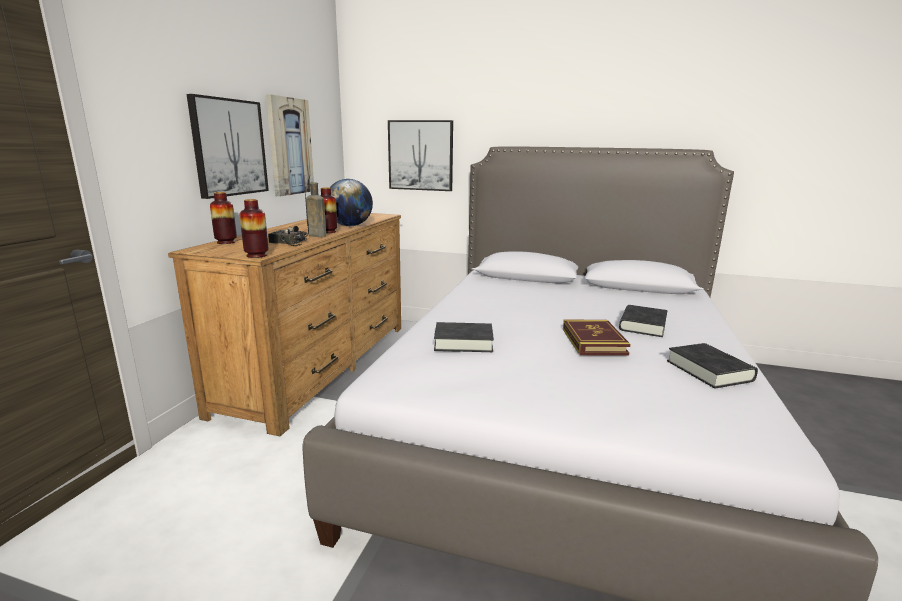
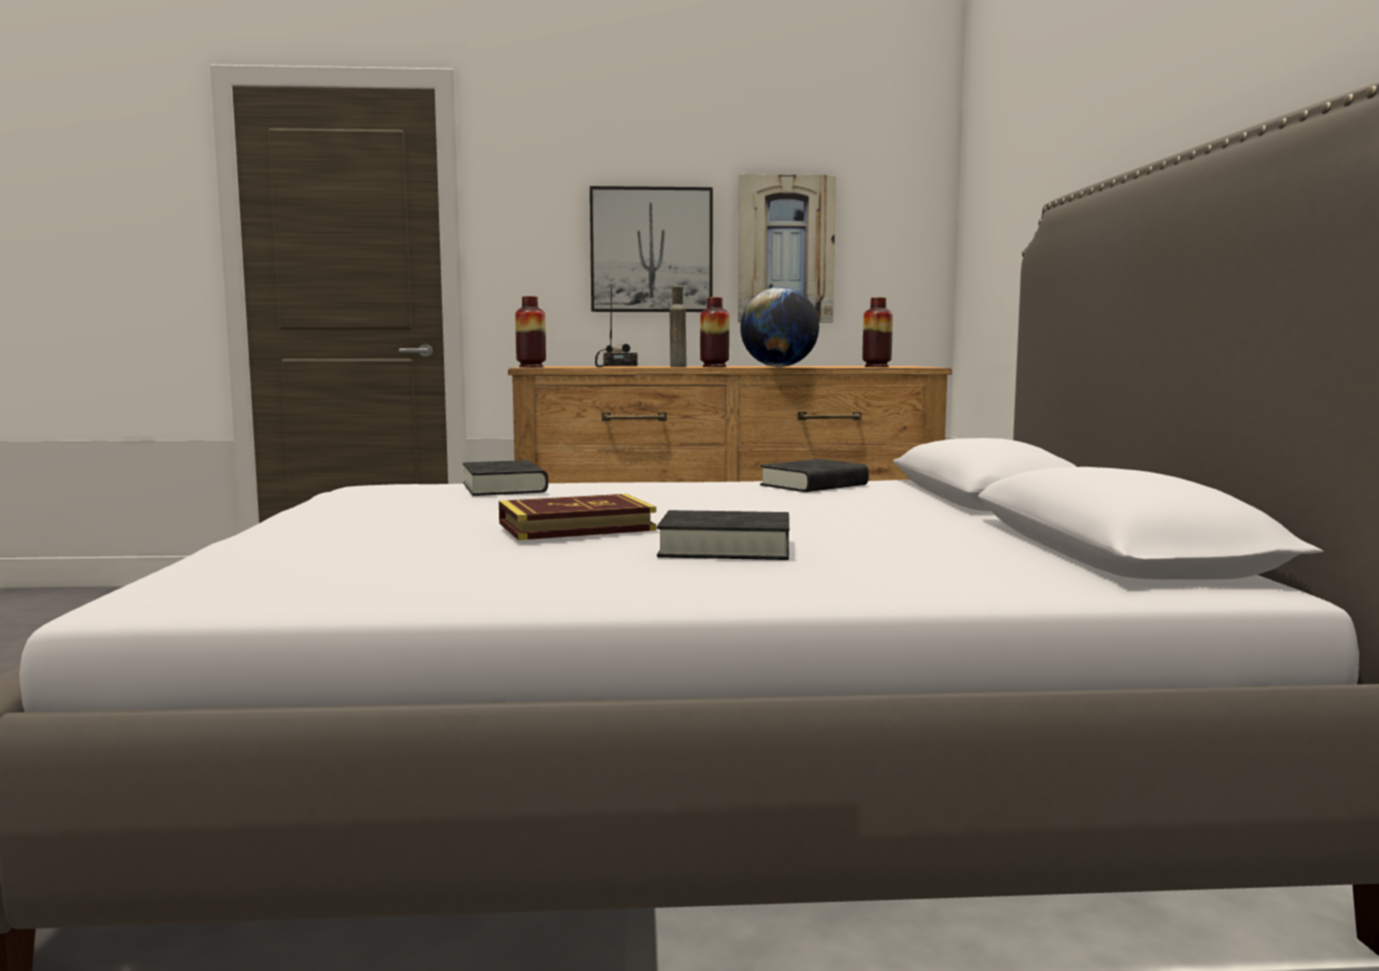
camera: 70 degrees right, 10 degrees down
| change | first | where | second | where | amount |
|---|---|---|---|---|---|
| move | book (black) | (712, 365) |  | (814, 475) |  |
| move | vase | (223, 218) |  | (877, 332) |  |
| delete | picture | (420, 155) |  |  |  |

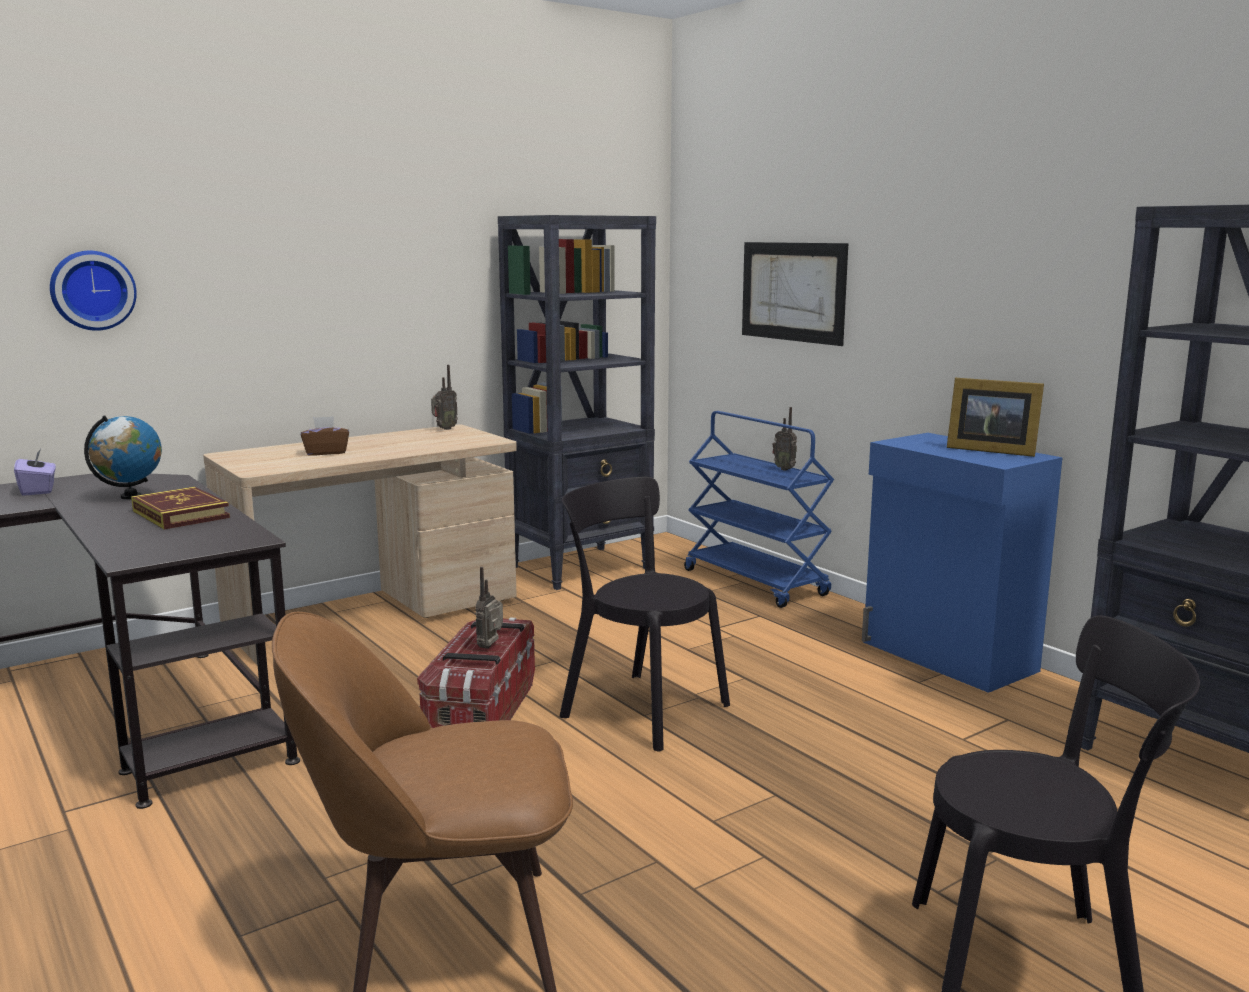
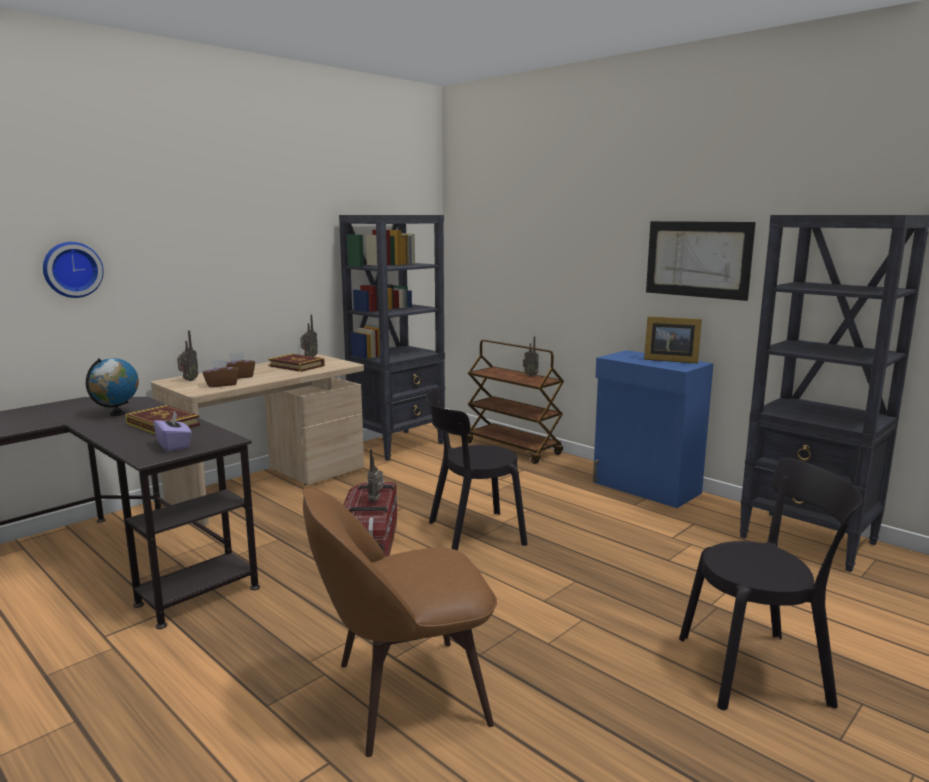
camera: 10 degrees left, 0 degrees up
| change | first | where | second | where | amount |
|---|---|---|---|---|---|
| move | tissue box (purple) | (35, 472) |  | (172, 432) |  |
| insert |  |  | radio | (188, 355) |  |
| insert |  |  | tissue box (brown) | (220, 373) |  |
| insert |  |  | book | (296, 363) |  |
| rotate | chair (black) | (644, 614) |  | (477, 469) | 45 degrees counterclockwise |
| recolor | cart (blue) | (759, 509) | cart (brown) | (515, 402) |  |
| move | picture | (795, 294) |  | (701, 261) |  |

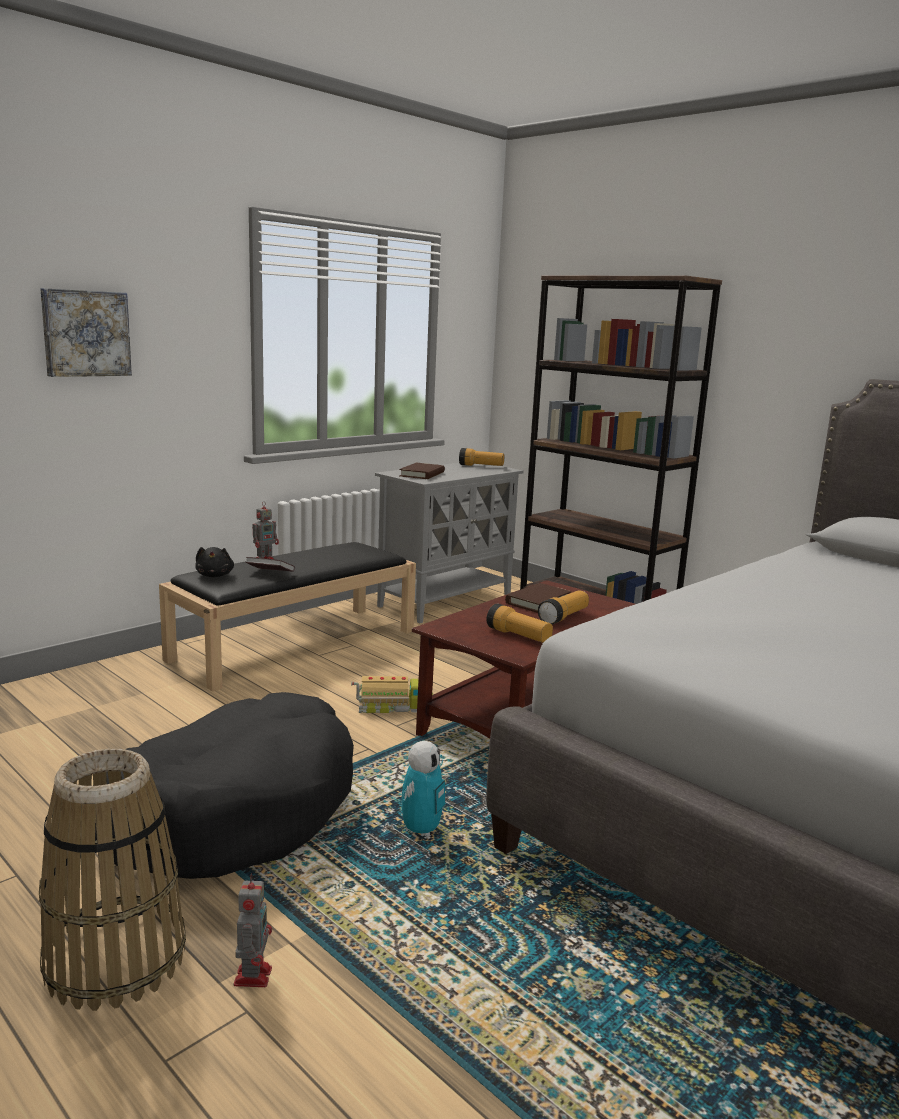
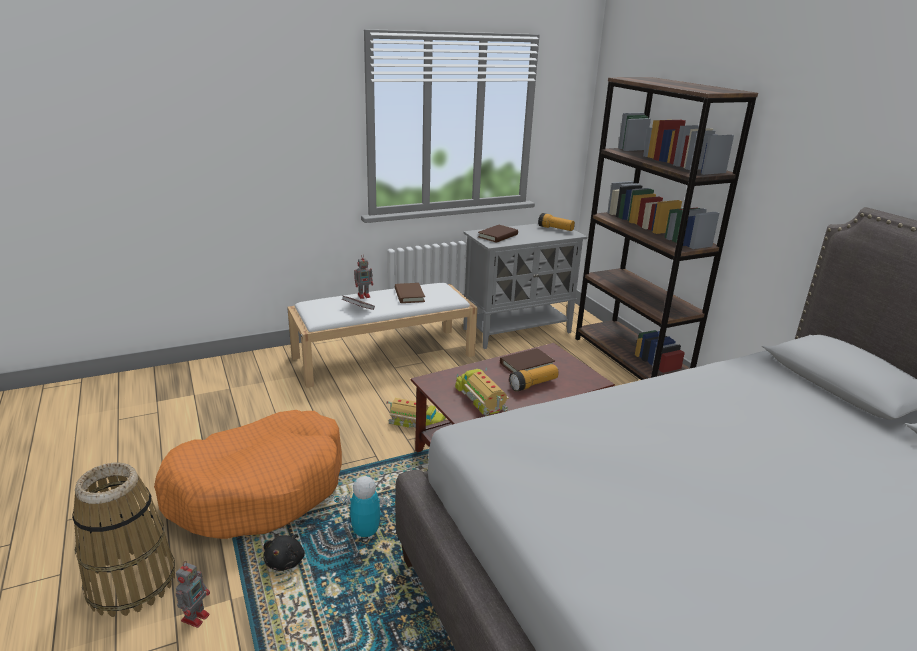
camera: 20 degrees right, 10 degrees up
| change | first | where | second | where | amount |
|---|---|---|---|---|---|
| recolor | dog bed (black) | (224, 785) | dog bed (orange) | (248, 474) |  |
| move | plush toy (black) | (214, 562) |  | (284, 552) |  |
| recolor | bench (black) | (287, 616) | bench (white) | (382, 335) |  |
| rotate | toy robot | (423, 789) |  | (364, 507) | 135 degrees counterclockwise |
| insert |  |  | book (brown) | (410, 293) |  |
| replace | flashlight | (520, 623) | toy truck | (482, 392) |  |
| delete | picture | (86, 332) |  |  |  |

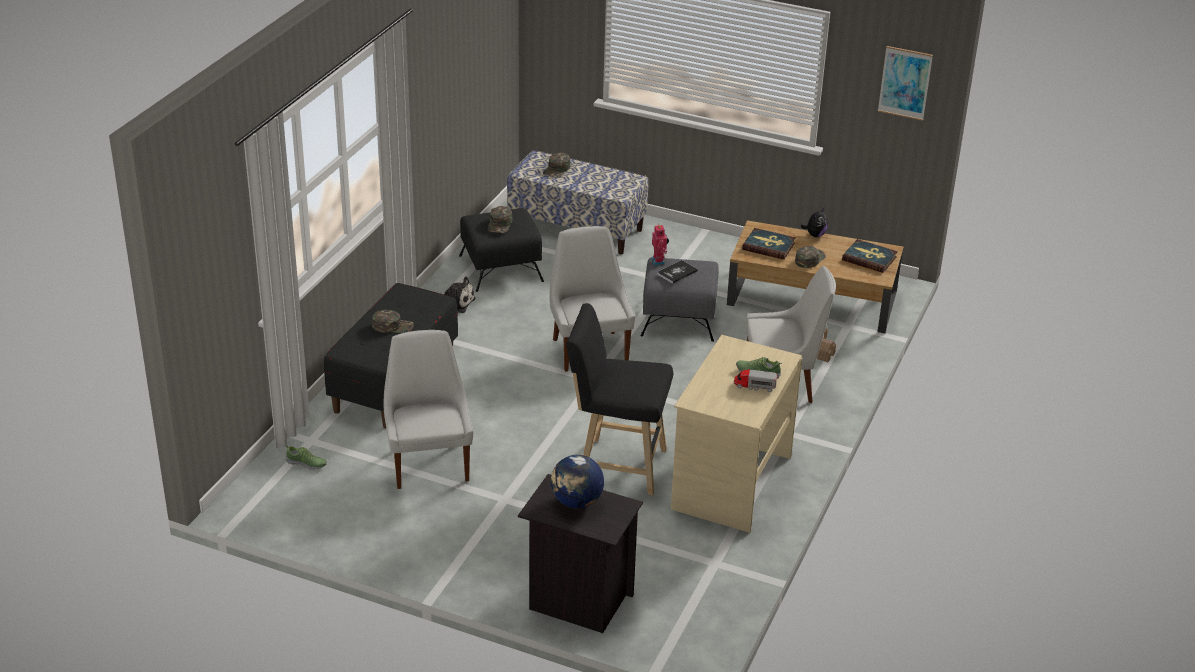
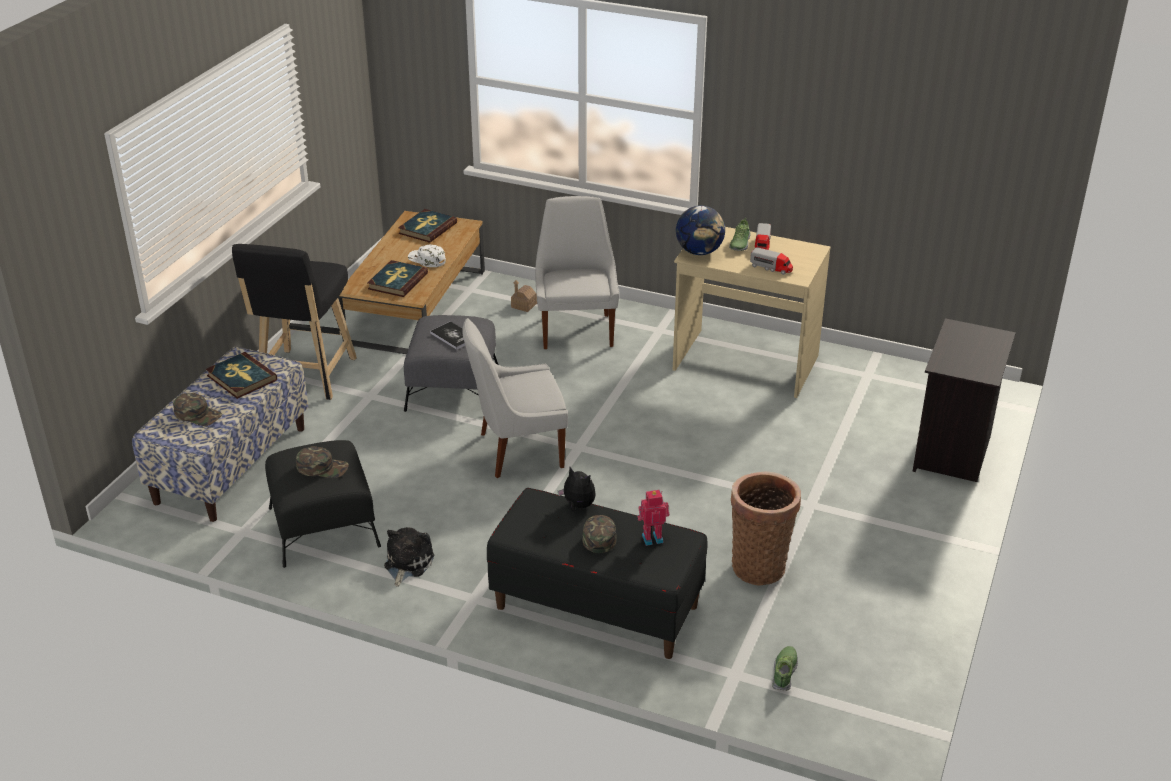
camera: 90 degrees left, 0 degrees up
| change | first | where | second | where | amount |
|---|---|---|---|---|---|
| insert |  |  | book | (241, 375) |  |
| move | stool (black) | (620, 399) |  | (294, 322) |  |
| recolor | cap (green) | (810, 257) | cap (white) | (427, 256) |  |
| move | plush toy | (814, 222) |  | (577, 489) |  |
| move | toy robot | (660, 244) |  | (653, 518) |  |
| move | globe | (577, 481) |  | (700, 230) |  |
| replace | chair (white) | (429, 409) | basket | (766, 528) |  |
| insert |  |  | toy truck | (771, 261) |  |
| delete | picture | (905, 83) |  |  |  |

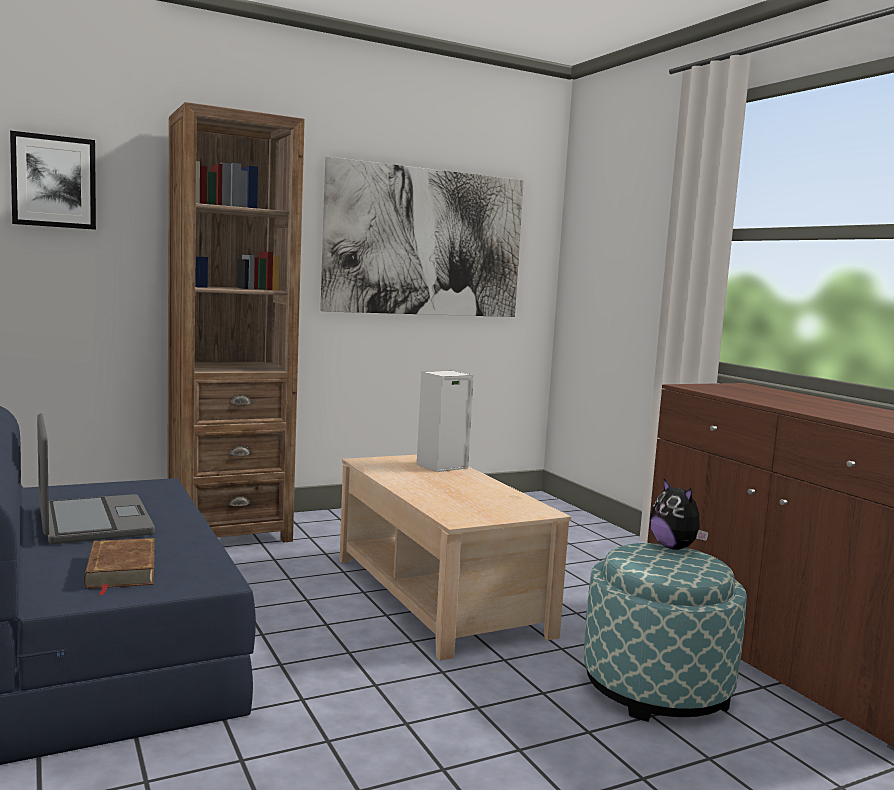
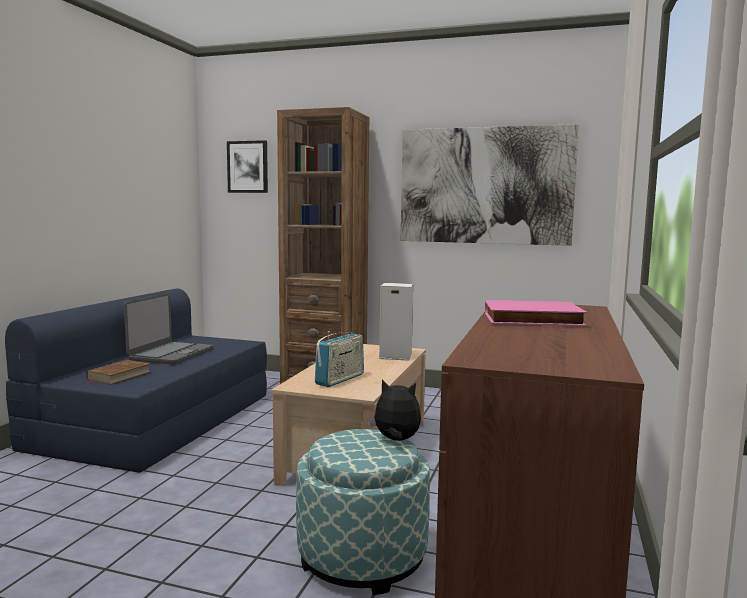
camera: 45 degrees right, 0 degrees up
| change | first | where | second | where | amount |
|---|---|---|---|---|---|
| insert |  |  | radio | (339, 359) |  |
| rotate | plush toy | (679, 514) |  | (394, 410) | 90 degrees clockwise |
| insert |  |  | book (pink) | (536, 313) |  |

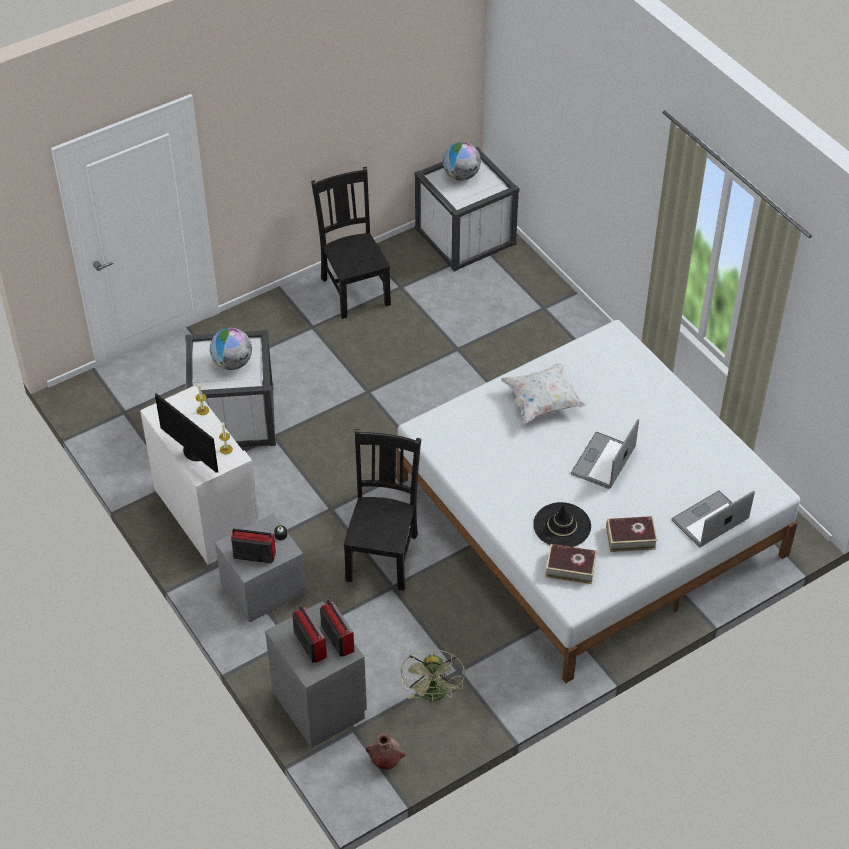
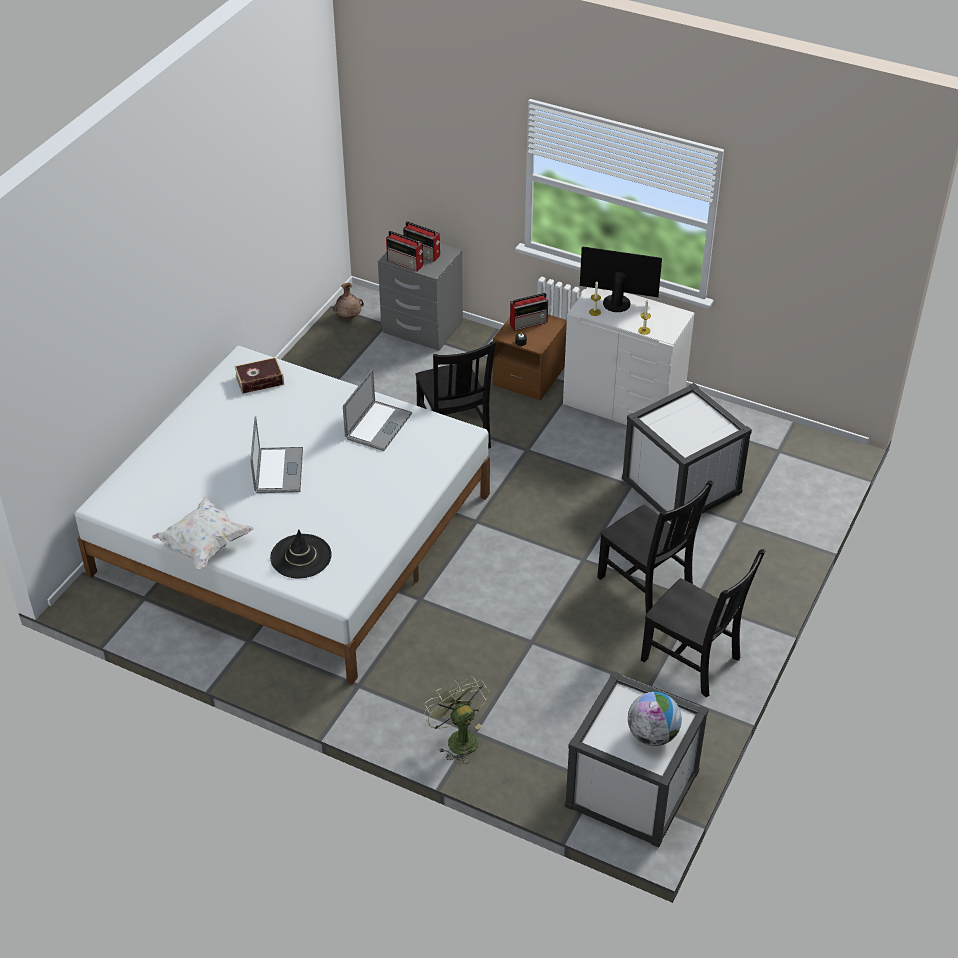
camera: 150 degrees right, 5 degrees down
| change | first | where | second | where | amount |
|---|---|---|---|---|---|
| move | pillow (white) | (543, 393) |  | (203, 533) |  |
| move | hat (black) | (562, 524) |  | (301, 553) |  |
| move | laptop | (713, 519) |  | (377, 410) |  |
| move | fan (green) | (433, 675) |  | (456, 720) |  |
| recolor | nightstand (grey) | (260, 568) | nightstand (brown) | (530, 357) |  |
| insert |  |  | chair (black) | (655, 547) |  |
| delete | globe | (231, 349) |  |  |  |
| delete | book | (631, 534) |  |  |  |

